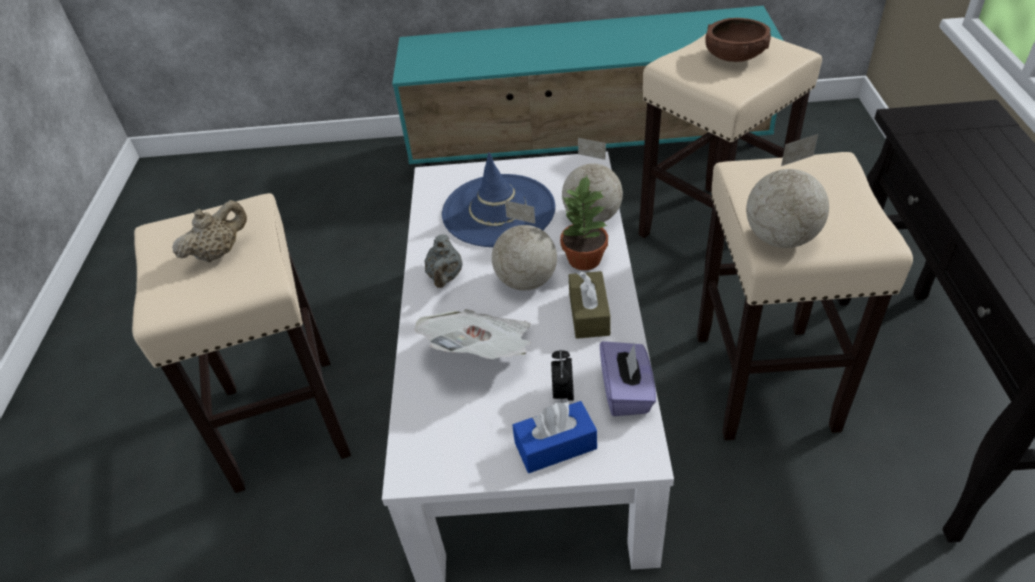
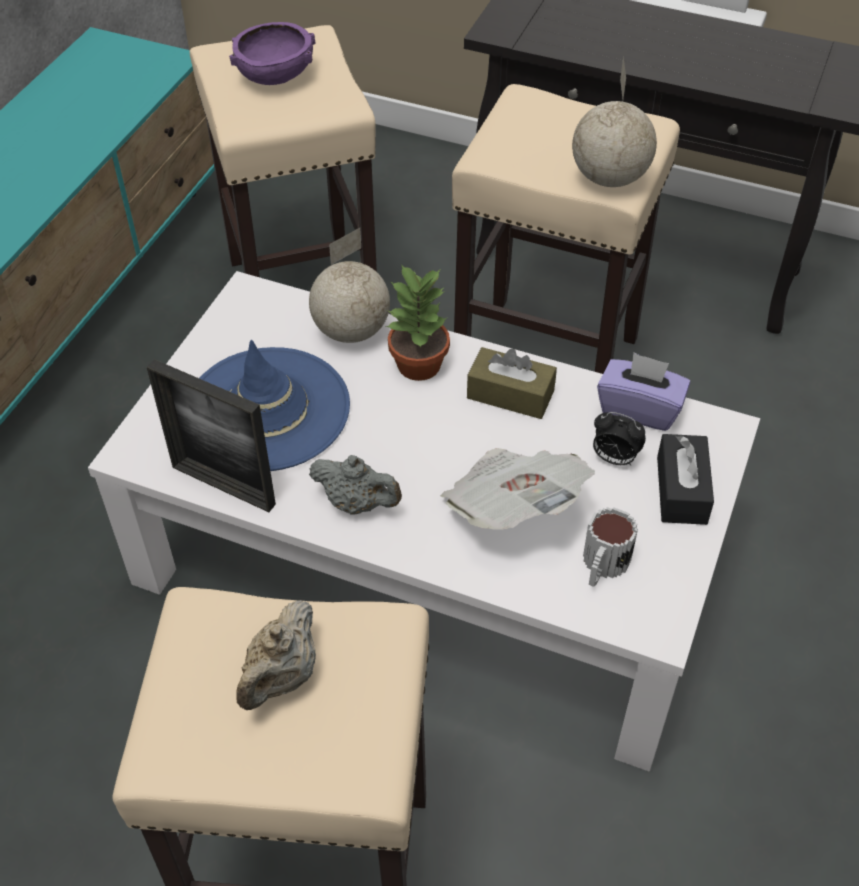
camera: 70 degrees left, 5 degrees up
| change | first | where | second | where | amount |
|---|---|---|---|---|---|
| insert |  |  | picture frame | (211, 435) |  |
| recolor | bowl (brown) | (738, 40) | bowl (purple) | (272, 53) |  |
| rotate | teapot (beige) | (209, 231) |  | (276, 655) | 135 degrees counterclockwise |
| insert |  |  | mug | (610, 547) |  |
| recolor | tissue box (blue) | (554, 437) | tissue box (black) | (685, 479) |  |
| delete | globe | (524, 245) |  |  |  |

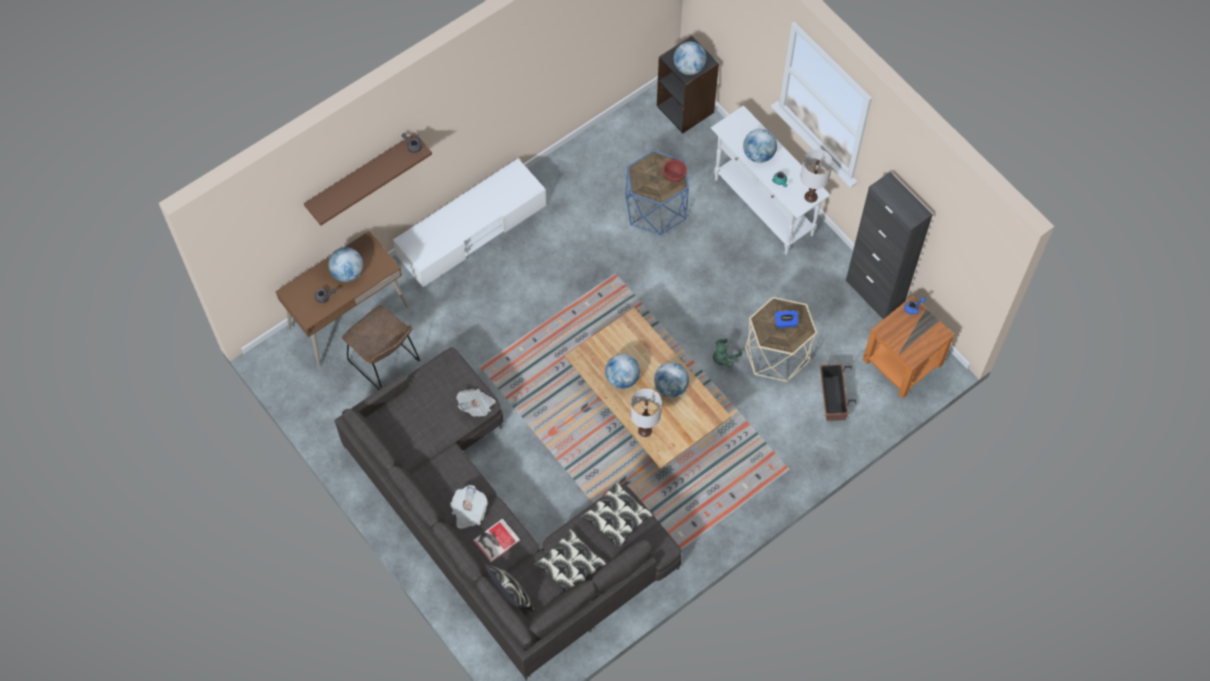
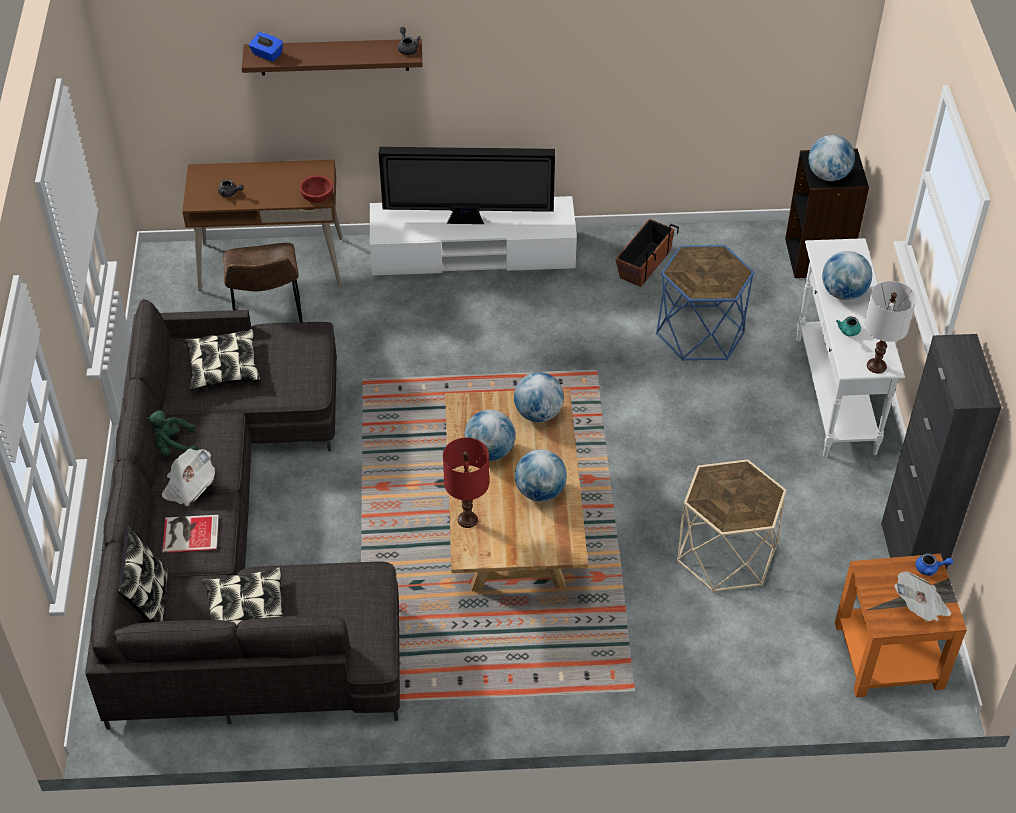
camera: 35 degrees right, 15 degrees down
| change | first | where | second | where | amount |
|---|---|---|---|---|---|
| move | plush toy (green) | (727, 353) |  | (172, 433) |  |
| move | pillow | (617, 515) |  | (222, 360) |  |
| move | tissue box (blue) | (786, 319) |  | (266, 47) |  |
| move | bowl (red) | (675, 170) |  | (316, 189) |  |
| insert |  |  | television | (467, 185) |  |
| recolor | table lamp (white) | (646, 412) | table lamp (red) | (466, 483) |  |
| move | globe | (345, 264) |  | (539, 397) |  |
| move | planter | (838, 392) |  | (647, 253) |  |
| move | newspaper | (476, 403) |  | (922, 596) |  |

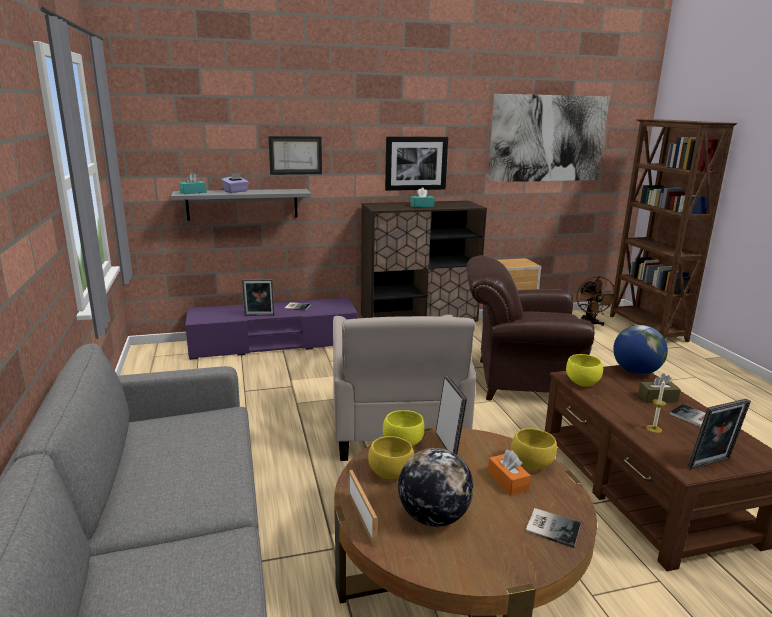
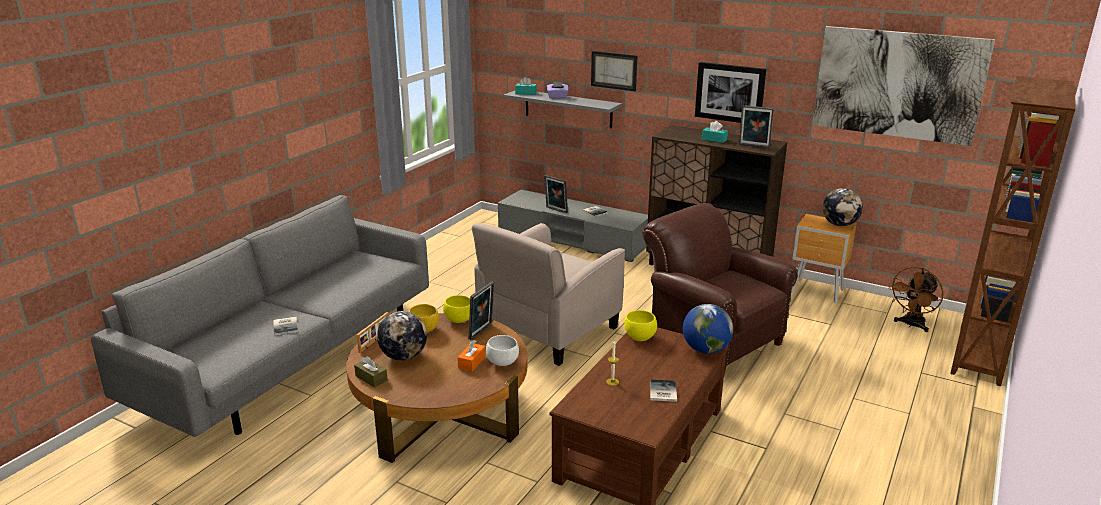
camera: 45 degrees right, 5 degrees up
| change | first | where | second | where | amount |
|---|---|---|---|---|---|
| move | book | (553, 528) |  | (285, 326) |  |
| move | tissue box (brown) | (659, 388) |  | (371, 372) |  |
| recolor | bowl (yellow) | (534, 449) | bowl (white) | (502, 350) |  |
| recolor | tv stand (purple) | (271, 329) | tv stand (grey) | (573, 226) |  |
| move | picture frame | (719, 434) |  | (756, 126) |  |
| insert |  |  | globe | (842, 207) |  |

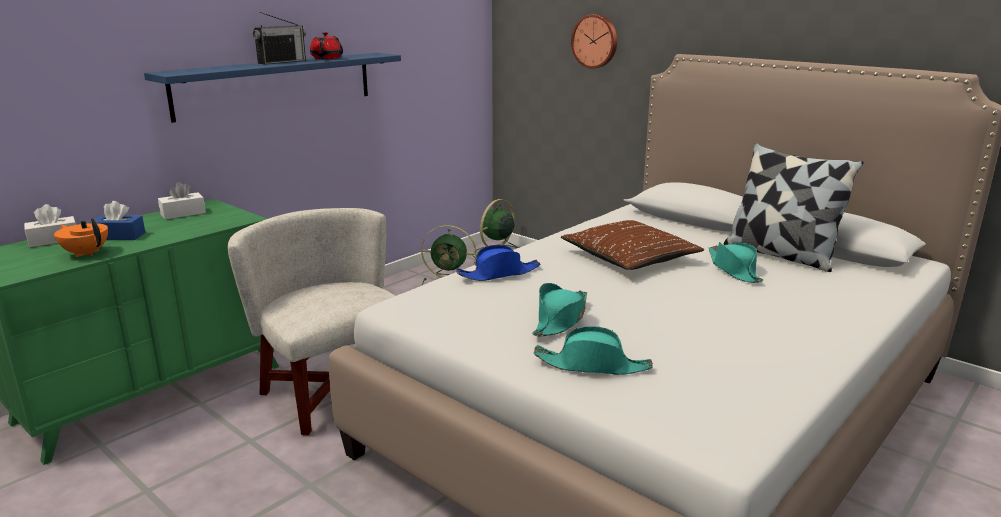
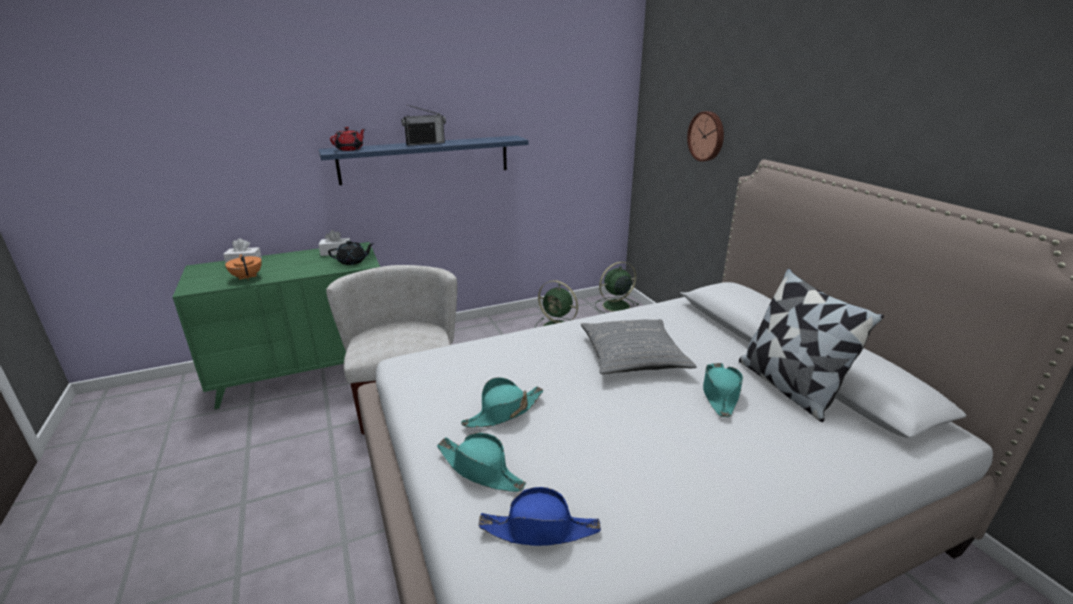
camera: 25 degrees right, 5 degrees up
| change | first | where | second | where | amount |
|---|---|---|---|---|---|
| insert |  |  | teapot (black) | (351, 253) |  |
| move | teapot (red) | (326, 45) |  | (347, 139) |  |
| move | hat (blue) | (498, 263) |  | (540, 516) |  |
| recolor | pillow (brown) | (632, 245) | pillow (grey) | (639, 346) |  |
| delete | tissue box (blue) | (117, 220) |  |  |  |

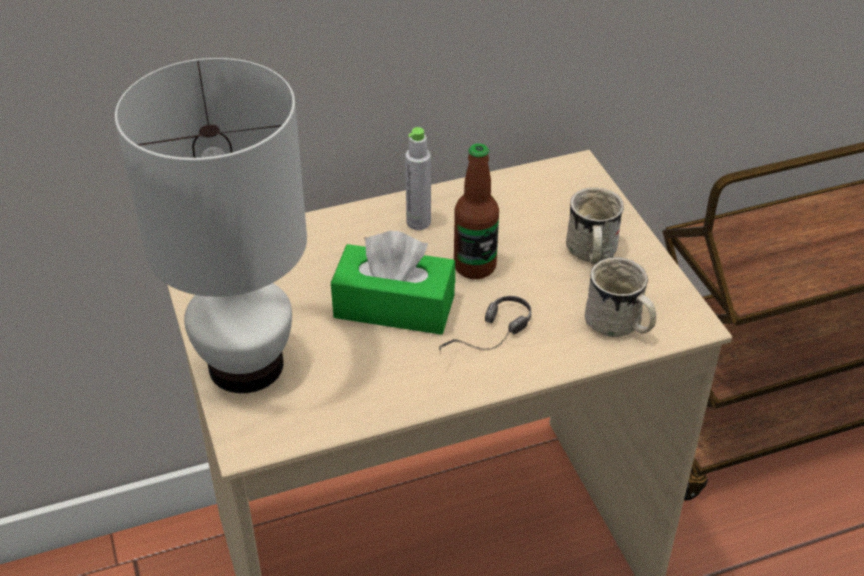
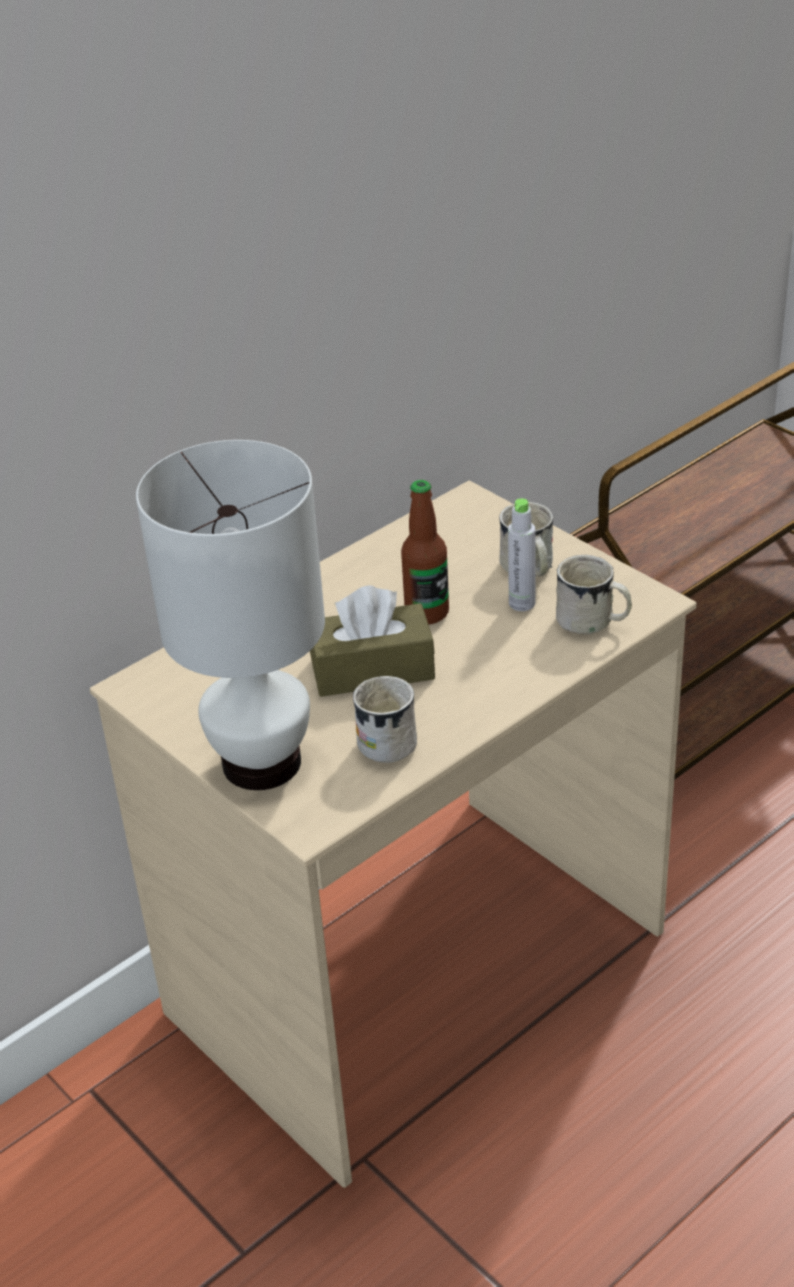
camera: 20 degrees left, 5 degrees down
| change | first | where | second | where | amount |
|---|---|---|---|---|---|
| recolor | tissue box (green) | (393, 283) | tissue box (brown) | (372, 641) |  |
| insert |  |  | mug (white) | (385, 719) |  |
| move | bottle (grey) | (418, 178) |  | (521, 554) |  |
| delete | headphones | (485, 325) |  |  |  |

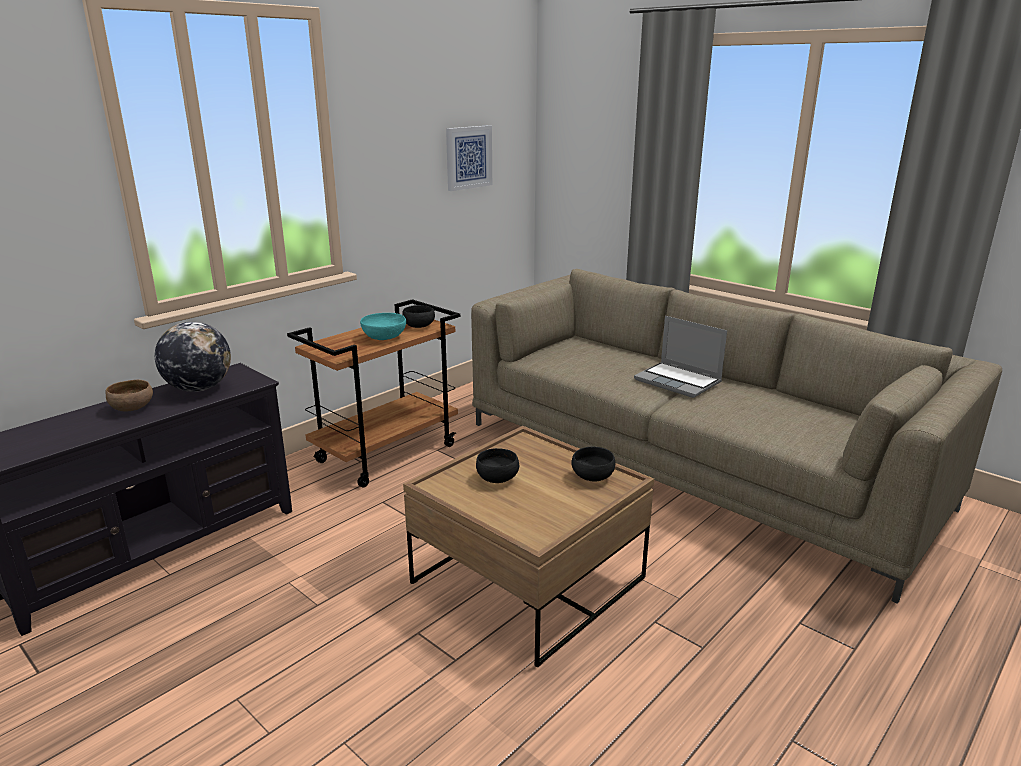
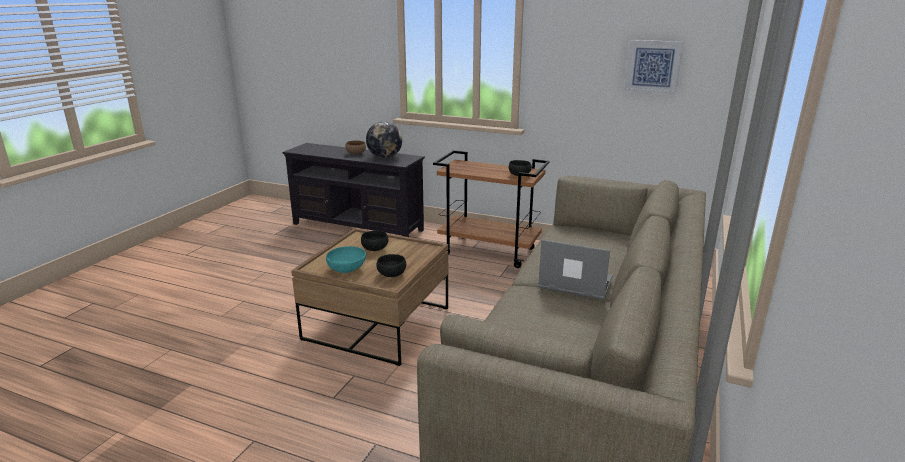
camera: 70 degrees right, 0 degrees up
| change | first | where | second | where | amount |
|---|---|---|---|---|---|
| move | bowl (turquoise) | (383, 326) |  | (346, 259) |  |
| rotate | laptop | (680, 357) |  | (575, 269) | 90 degrees clockwise |

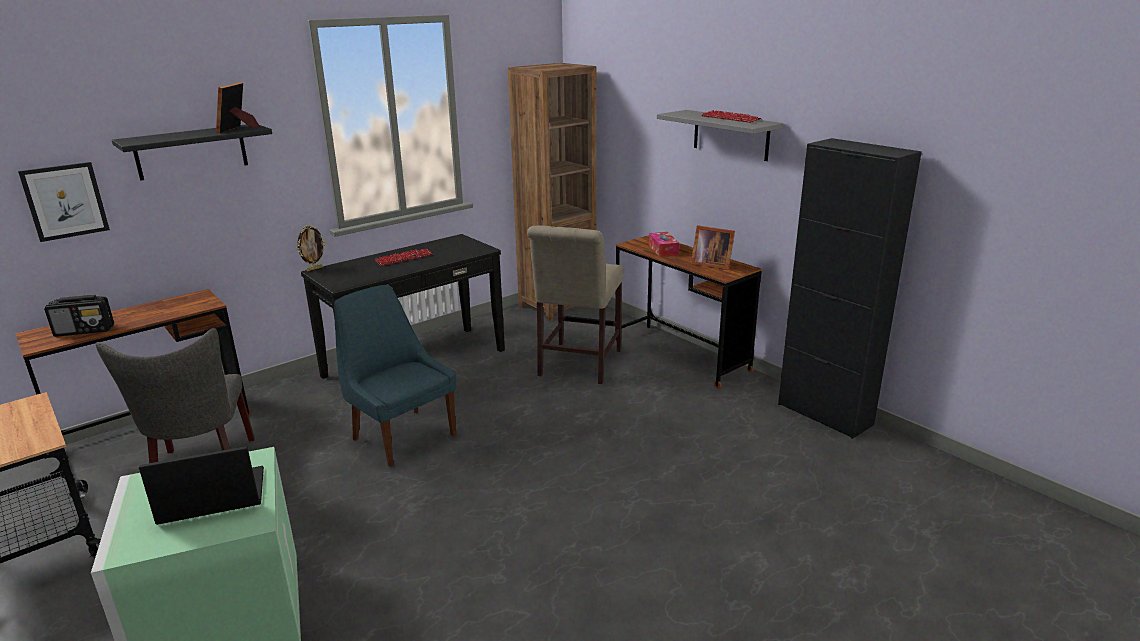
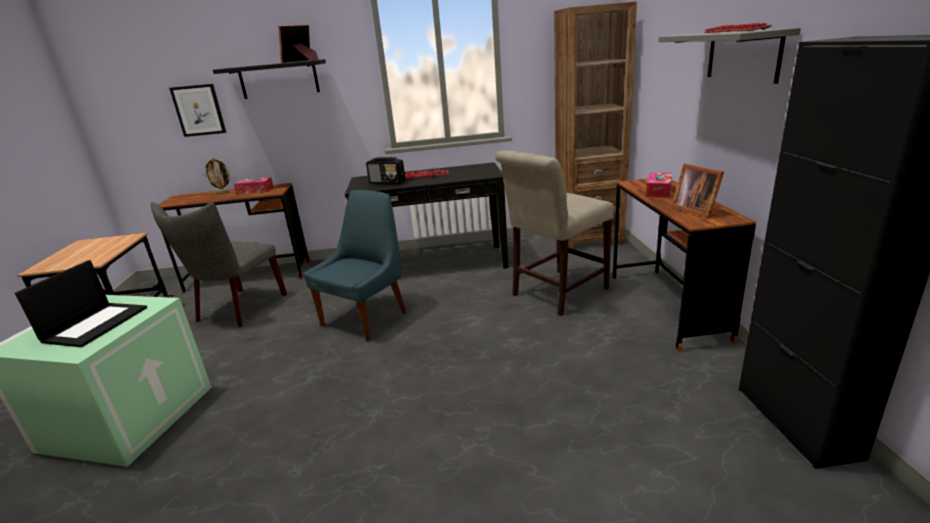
camera: 35 degrees right, 0 degrees up
| change | first | where | second | where | amount |
|---|---|---|---|---|---|
| rotate | laptop | (201, 485) |  | (81, 303) | 90 degrees clockwise |
| move | picture frame | (311, 248) |  | (217, 176) |  |
| insert |  |  | tissue box | (254, 186) |  |
| rotate | chair (blue) | (395, 376) |  | (355, 265) | 45 degrees clockwise |
| move | radio | (79, 316) |  | (386, 170) |  |

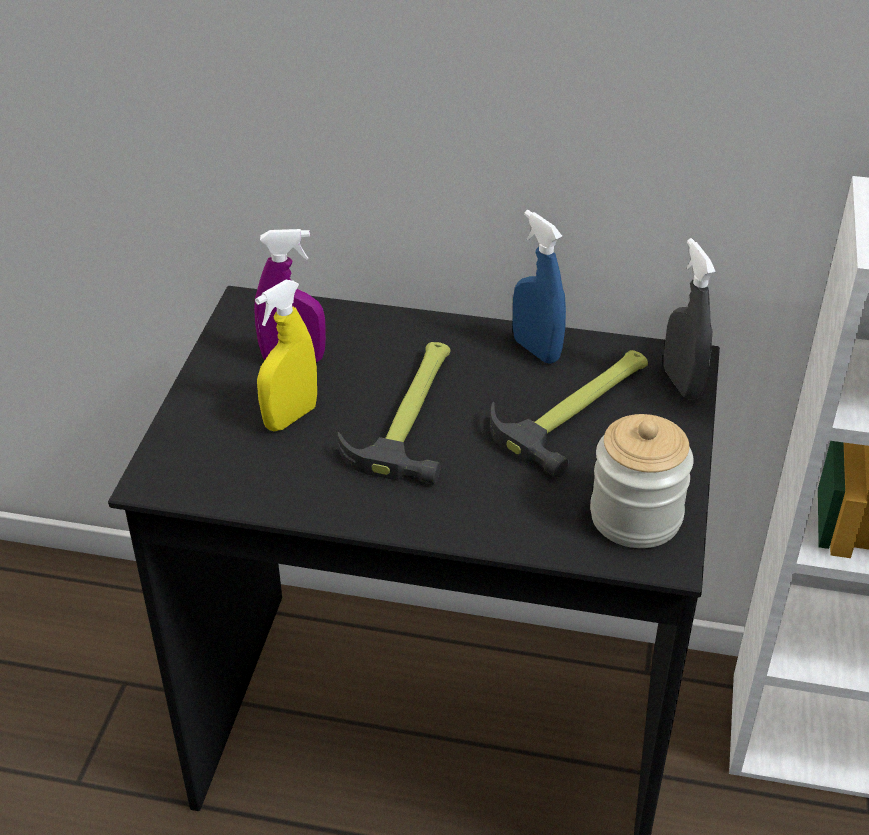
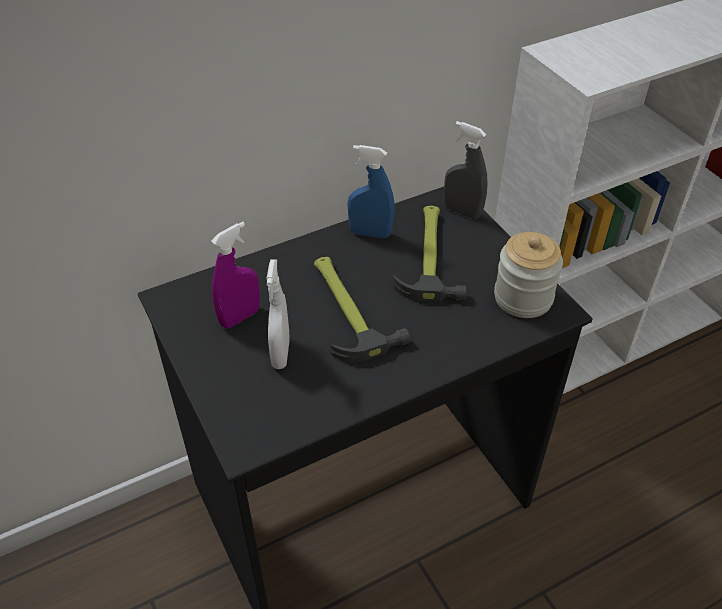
camera: 40 degrees left, 5 degrees up
| change | first | where | second | where | amount |
|---|---|---|---|---|---|
| recolor | spray bottle (yellow) | (286, 355) | spray bottle (white) | (278, 314) |  |

